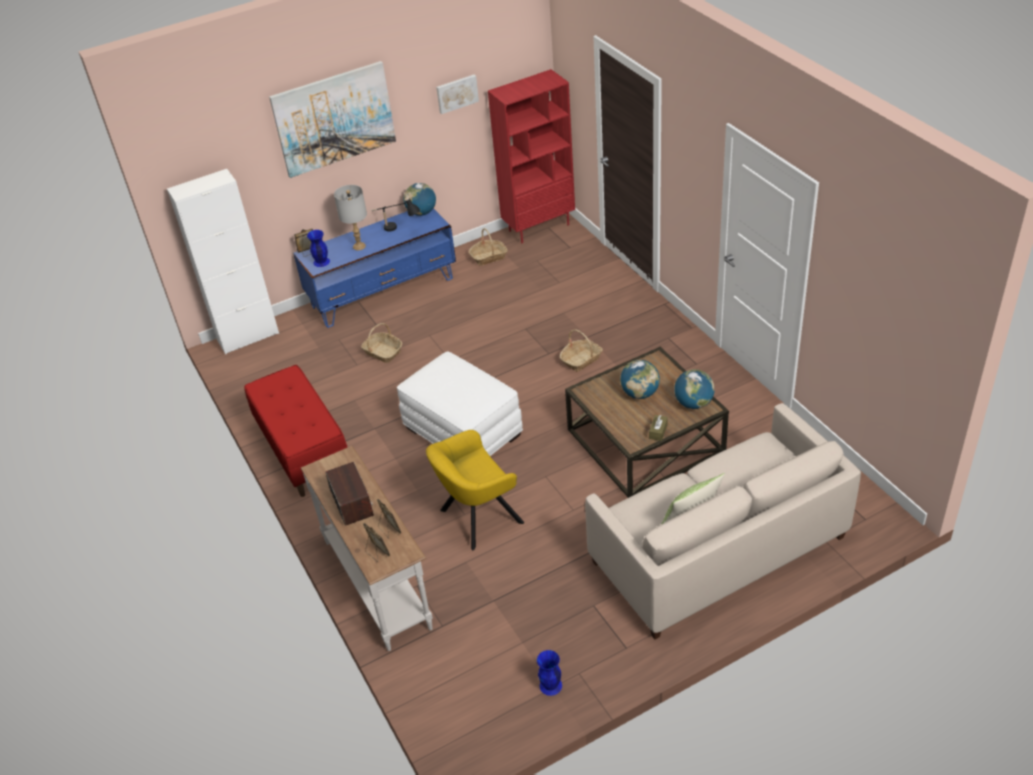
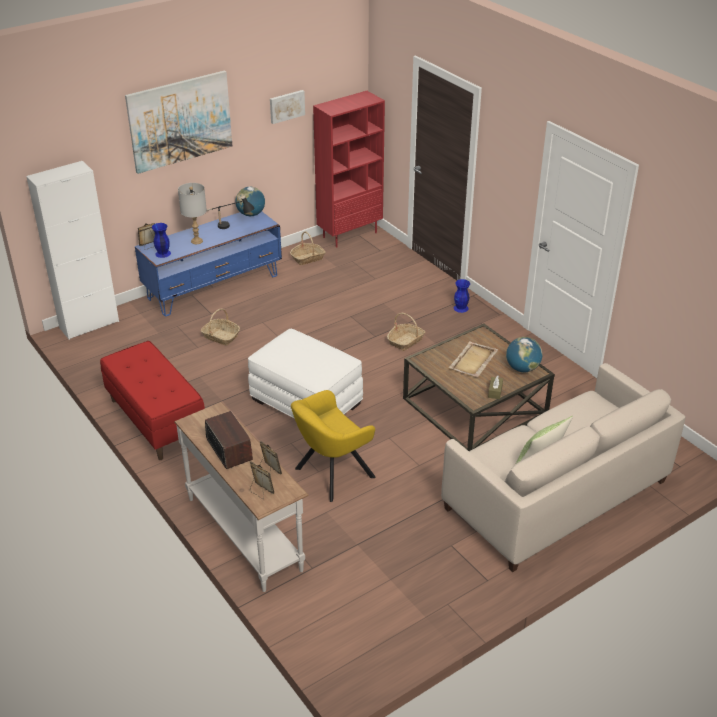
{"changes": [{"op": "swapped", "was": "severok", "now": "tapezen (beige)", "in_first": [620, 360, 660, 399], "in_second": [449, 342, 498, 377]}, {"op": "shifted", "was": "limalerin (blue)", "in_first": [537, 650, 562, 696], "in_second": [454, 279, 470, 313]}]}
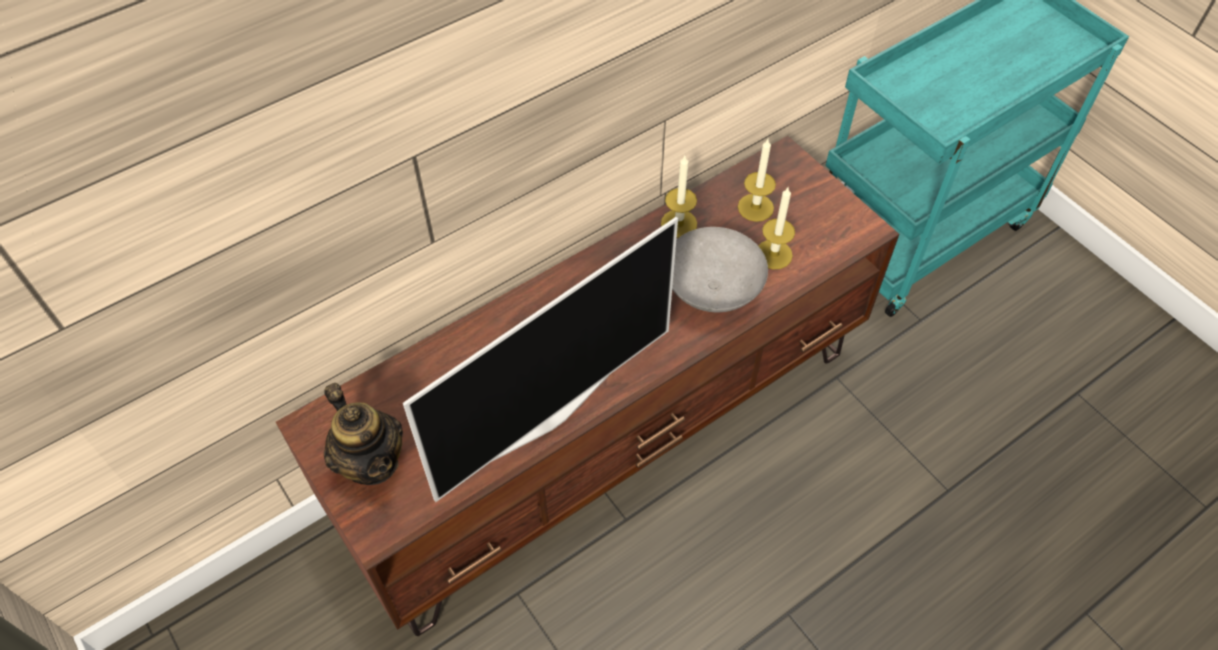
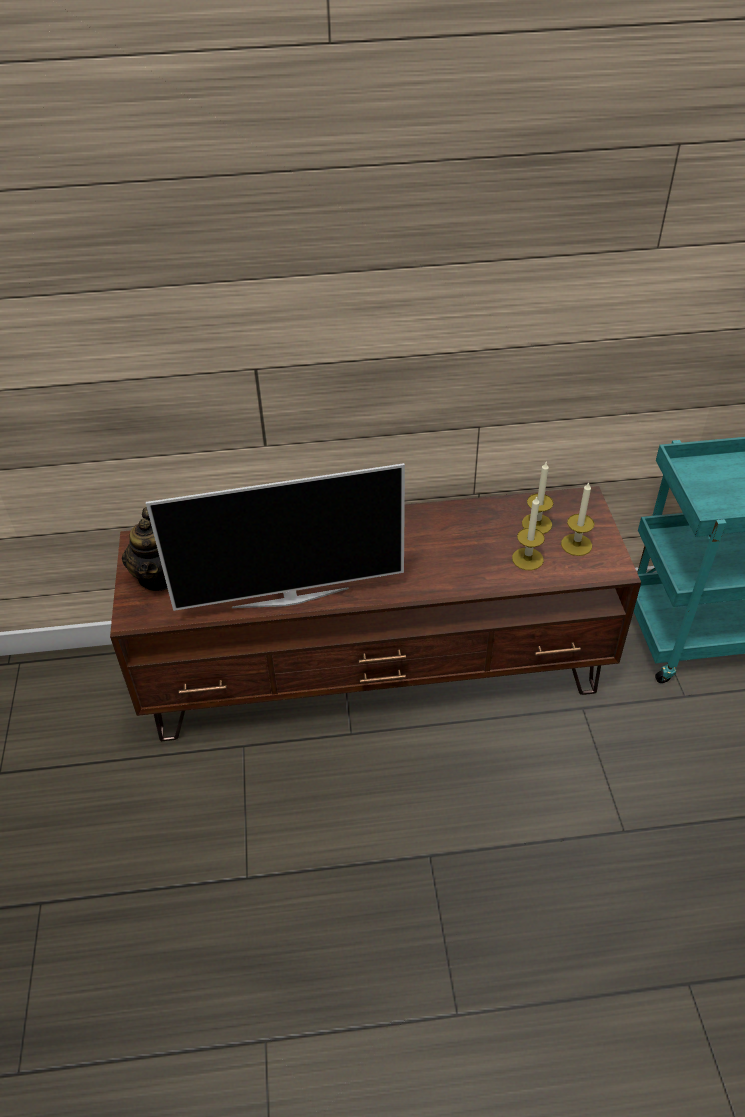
{"changes": [{"op": "shifted", "was": "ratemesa", "in_first": [661, 156, 697, 238], "in_second": [561, 482, 594, 556]}, {"op": "gone", "was": "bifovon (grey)", "in_first": [672, 227, 768, 312]}]}
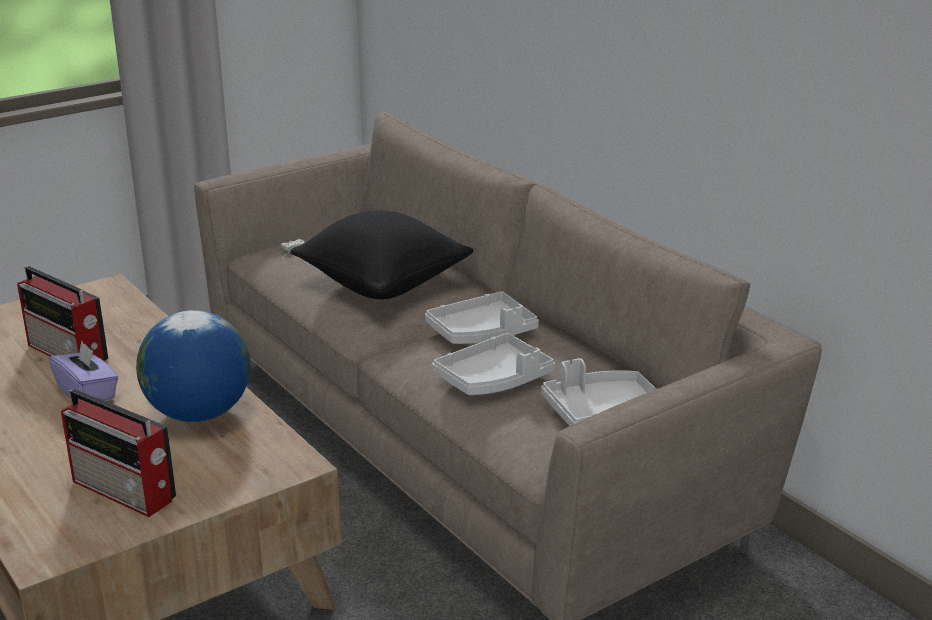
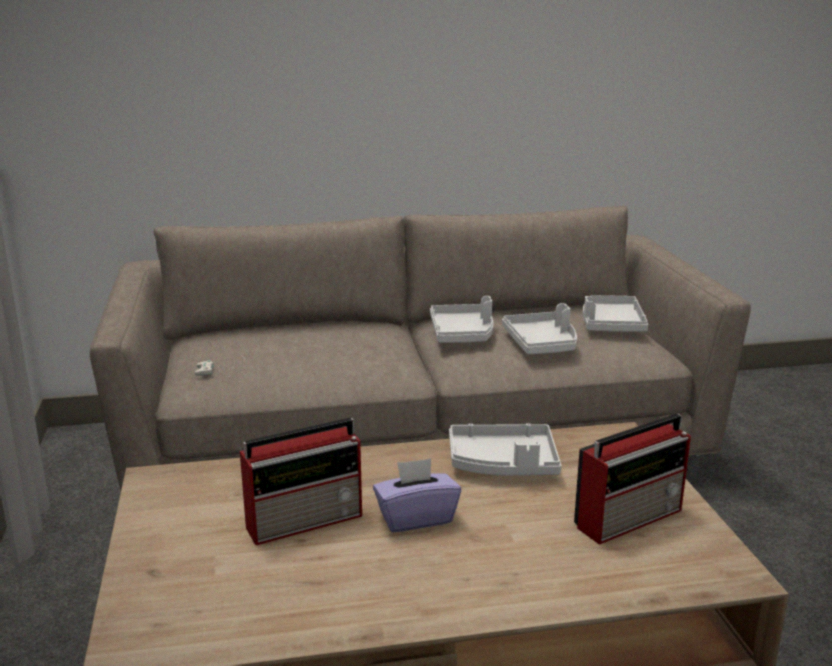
{"changes": [{"op": "gone", "was": "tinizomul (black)", "in_first": [290, 211, 474, 299]}, {"op": "swapped", "was": "severok", "now": "tapezen (grey)", "in_first": [136, 310, 251, 422], "in_second": [449, 424, 561, 476]}]}
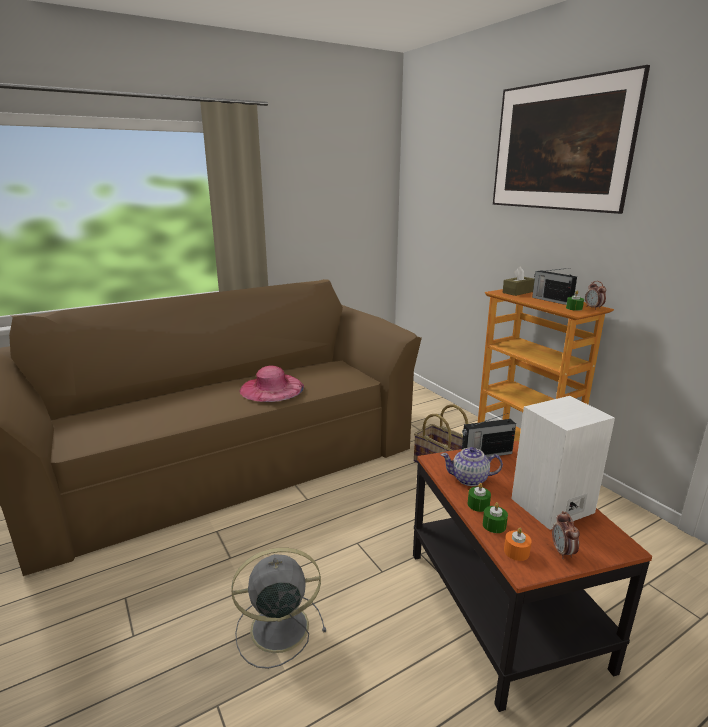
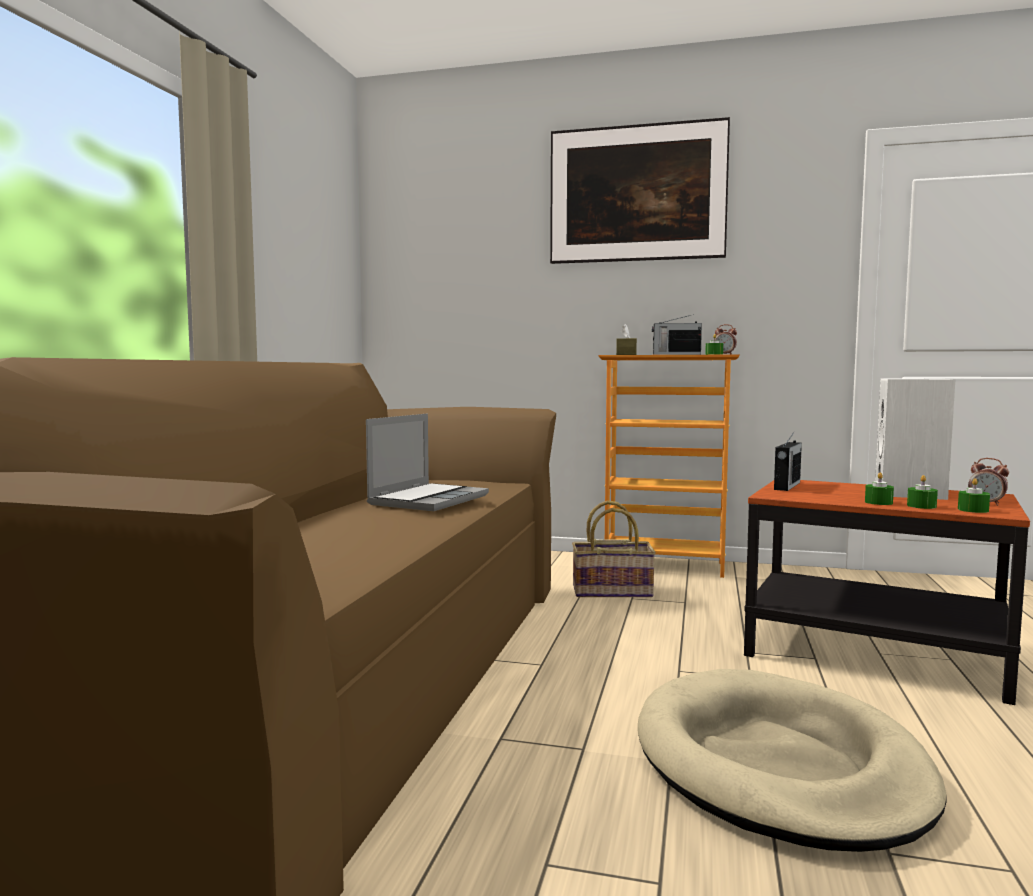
{"changes": [{"op": "swapped", "was": "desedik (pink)", "now": "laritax", "in_first": [239, 365, 304, 402], "in_second": [366, 414, 489, 511]}, {"op": "gone", "was": "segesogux", "in_first": [441, 447, 503, 486]}, {"op": "repainted", "was": "ratemesa (orange)", "now": "ratemesa (green)", "in_first": [504, 528, 532, 561], "in_second": [958, 478, 990, 513]}, {"op": "swapped", "was": "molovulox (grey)", "now": "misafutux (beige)", "in_first": [232, 547, 326, 669], "in_second": [638, 669, 946, 852]}]}
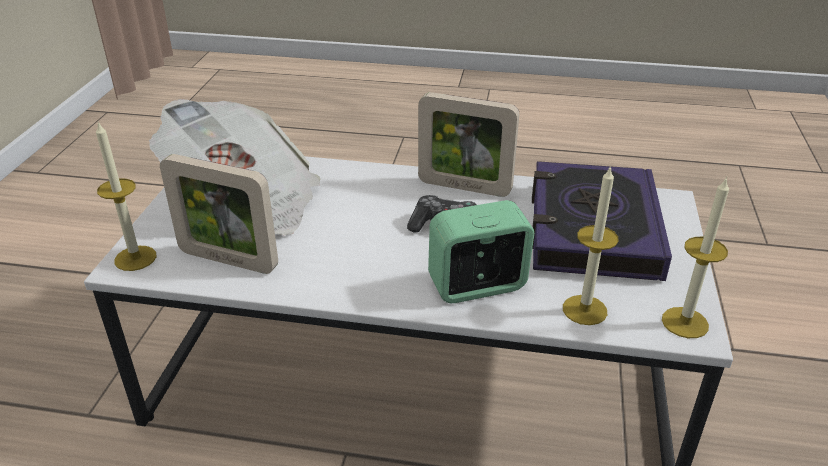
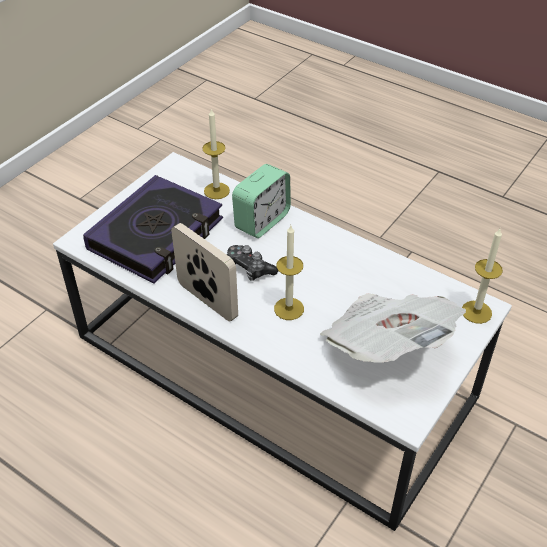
{"changes": [{"op": "gone", "was": "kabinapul", "in_first": [160, 154, 278, 274]}, {"op": "shifted", "was": "ratemesa", "in_first": [662, 177, 729, 338], "in_second": [274, 225, 304, 320]}, {"op": "rotated", "was": "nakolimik", "in_first": [428, 200, 534, 303], "in_second": [232, 164, 291, 238], "clockwise": -60}]}
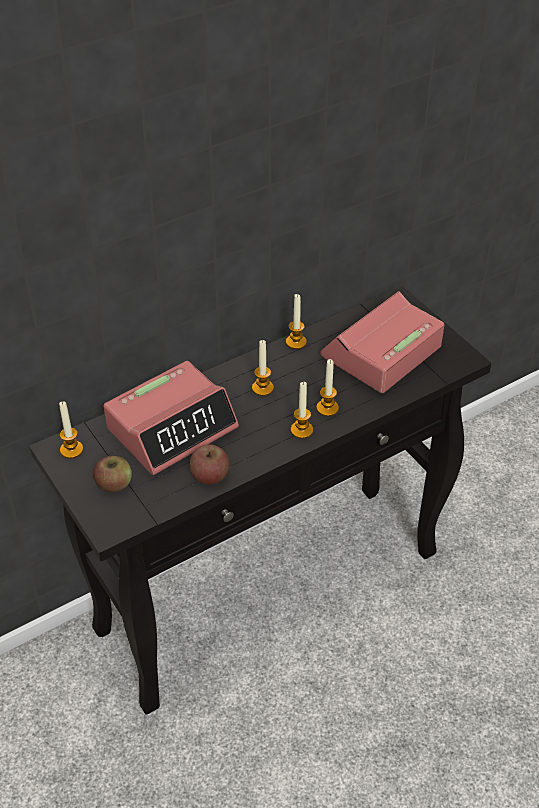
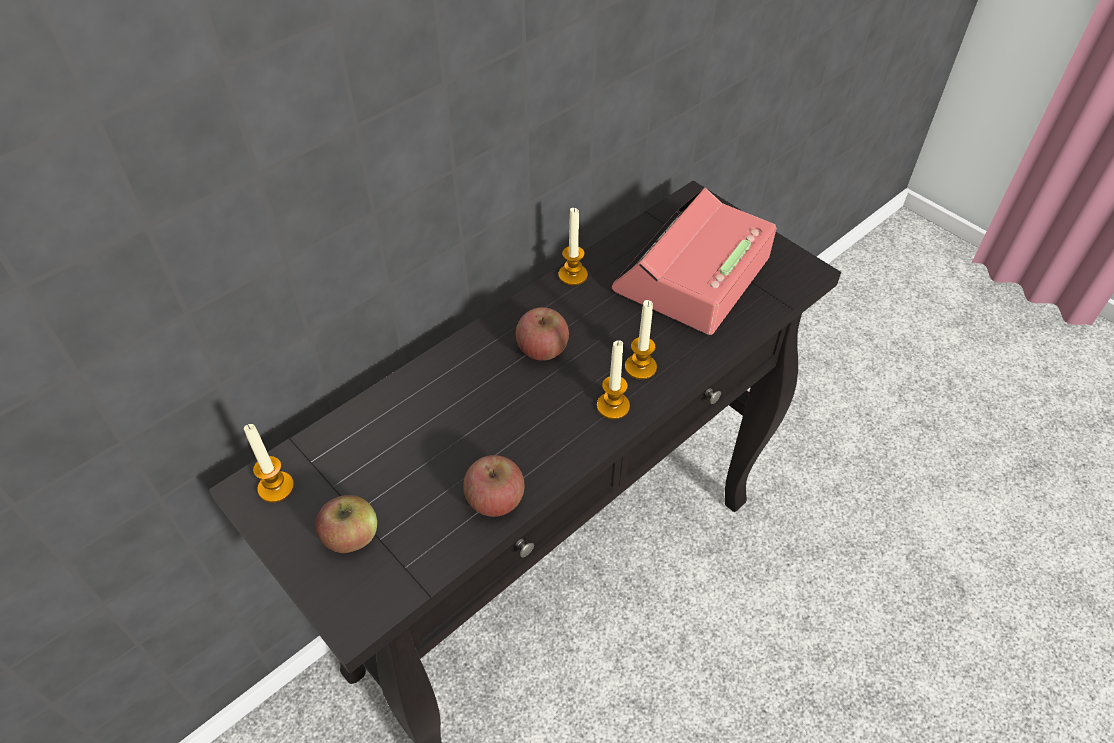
{"changes": [{"op": "swapped", "was": "ratemesa", "now": "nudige", "in_first": [252, 340, 274, 396], "in_second": [516, 307, 569, 361]}, {"op": "gone", "was": "nakolimik", "in_first": [104, 361, 239, 475]}]}
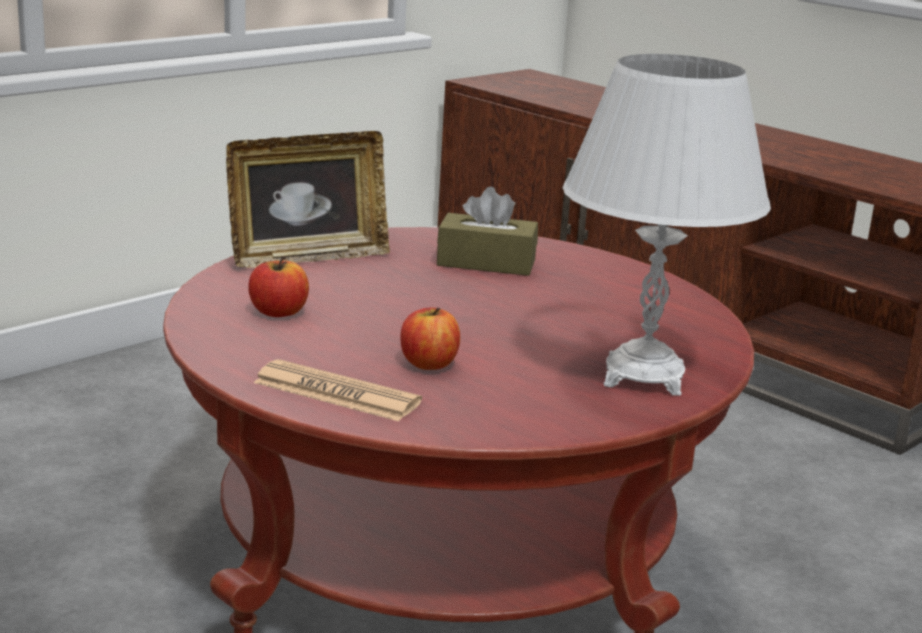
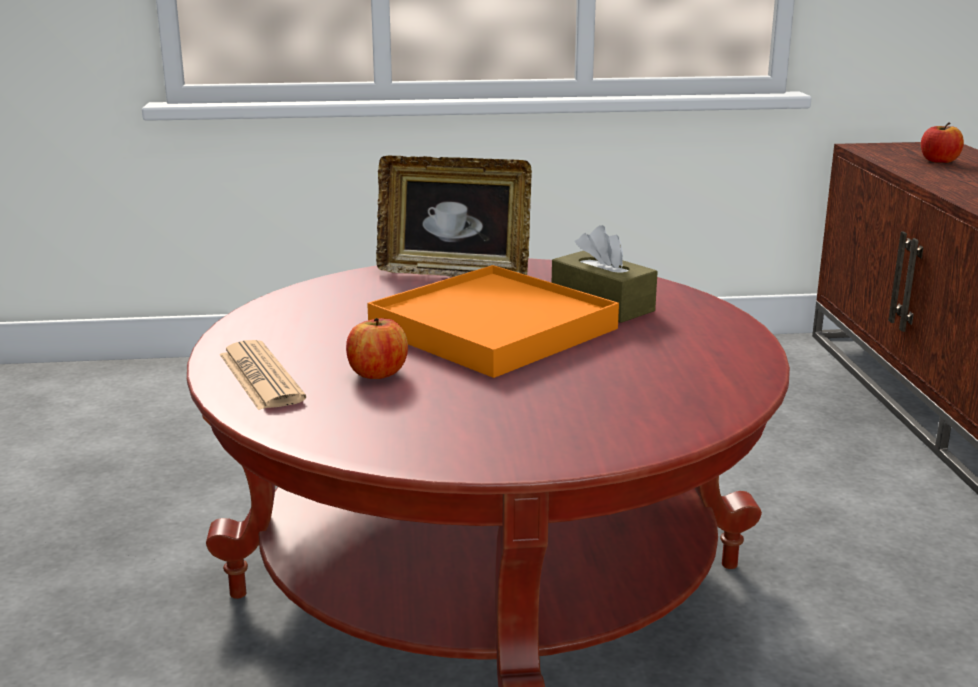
{"changes": [{"op": "gone", "was": "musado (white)", "in_first": [562, 54, 771, 396]}, {"op": "shifted", "was": "nudige", "in_first": [248, 256, 309, 317], "in_second": [921, 122, 964, 163]}, {"op": "new", "now": "tapezen (orange)", "in_second": [367, 265, 619, 378]}]}
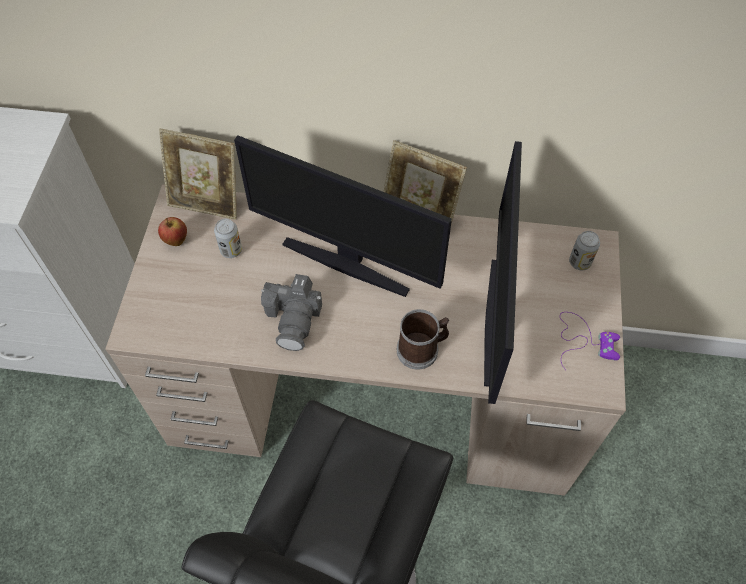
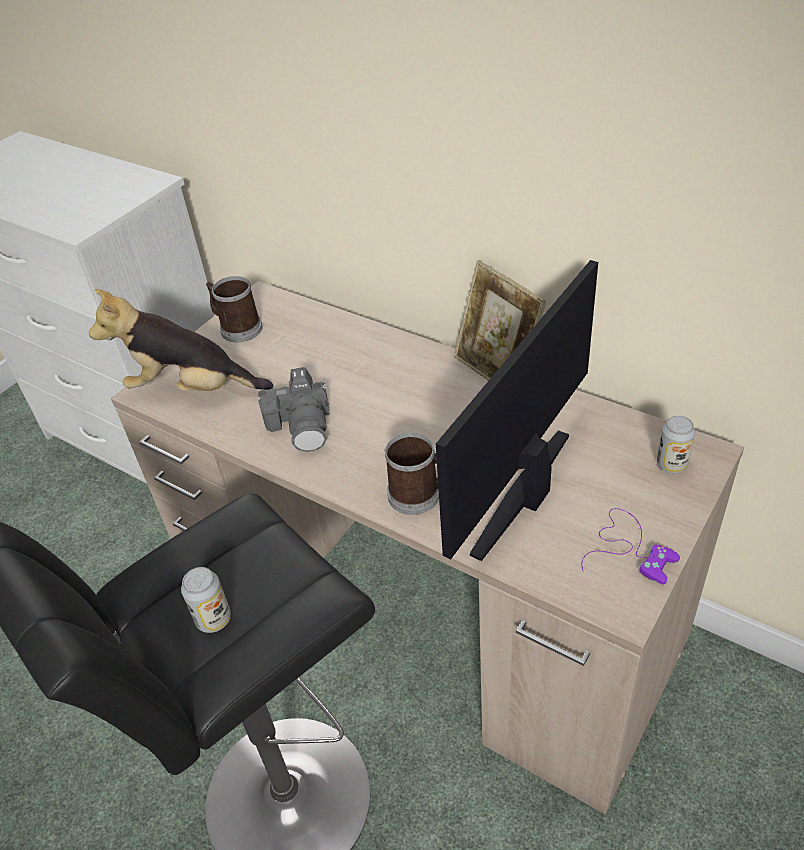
{"changes": [{"op": "gone", "was": "kabinapul", "in_first": [159, 129, 237, 220]}, {"op": "gone", "was": "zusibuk", "in_first": [234, 136, 452, 297]}, {"op": "swapped", "was": "nudige", "now": "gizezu", "in_first": [158, 217, 187, 246], "in_second": [206, 276, 263, 343]}, {"op": "shifted", "was": "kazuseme", "in_first": [214, 219, 242, 258], "in_second": [181, 567, 231, 633]}, {"op": "rotated", "was": "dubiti", "in_first": [261, 274, 322, 351], "in_second": [257, 367, 330, 452], "clockwise": -45}, {"op": "new", "now": "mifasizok", "in_second": [89, 289, 273, 391]}]}
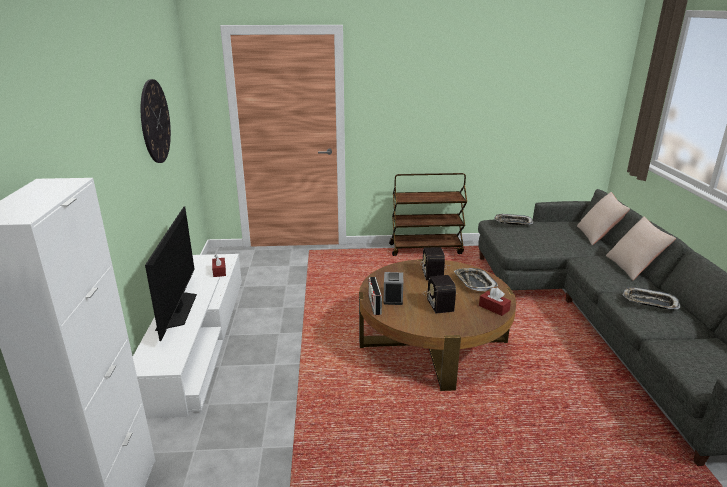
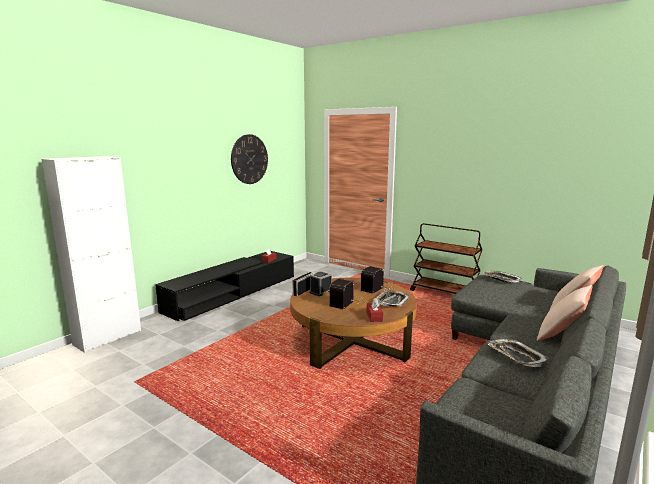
{"changes": [{"op": "gone", "was": "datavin", "in_first": [145, 206, 197, 341]}, {"op": "repainted", "was": "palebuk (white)", "now": "palebuk (black)", "in_first": [133, 254, 242, 419], "in_second": [155, 251, 294, 321]}]}
